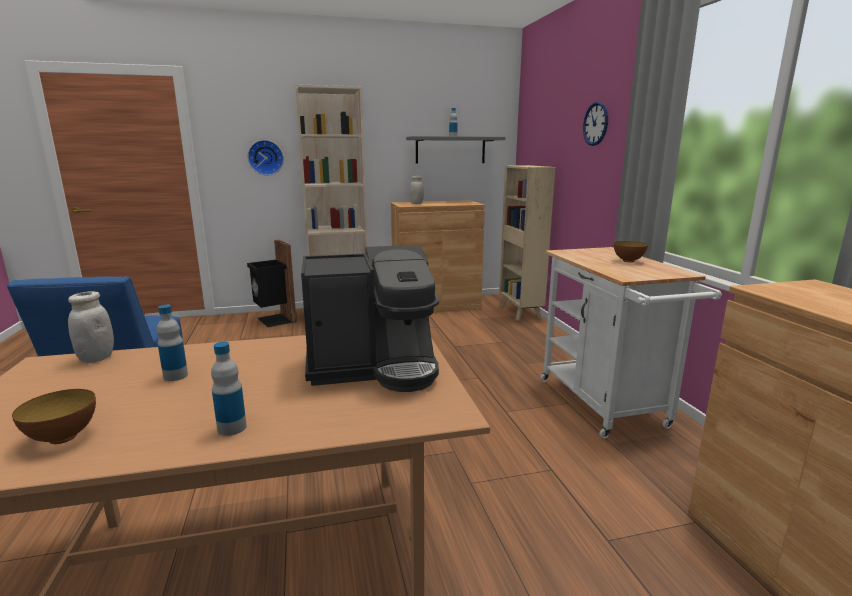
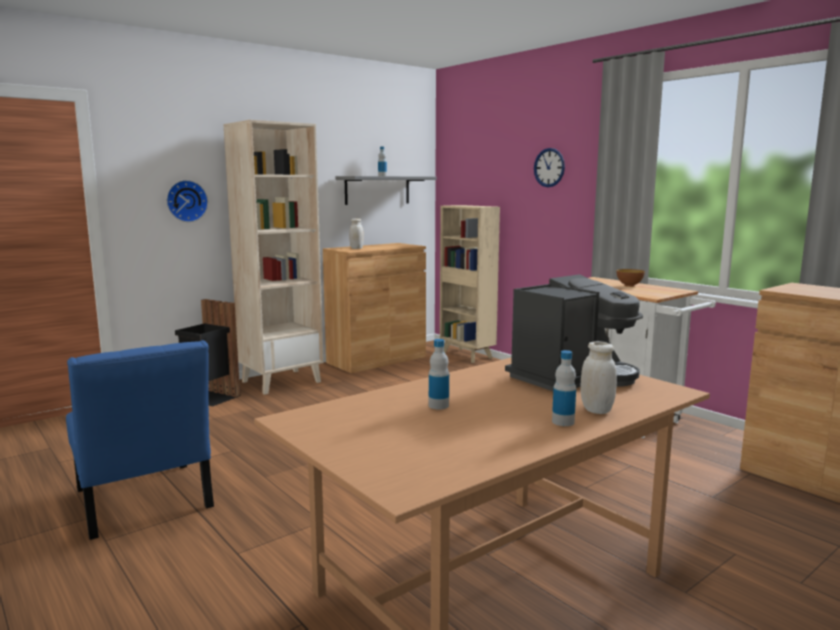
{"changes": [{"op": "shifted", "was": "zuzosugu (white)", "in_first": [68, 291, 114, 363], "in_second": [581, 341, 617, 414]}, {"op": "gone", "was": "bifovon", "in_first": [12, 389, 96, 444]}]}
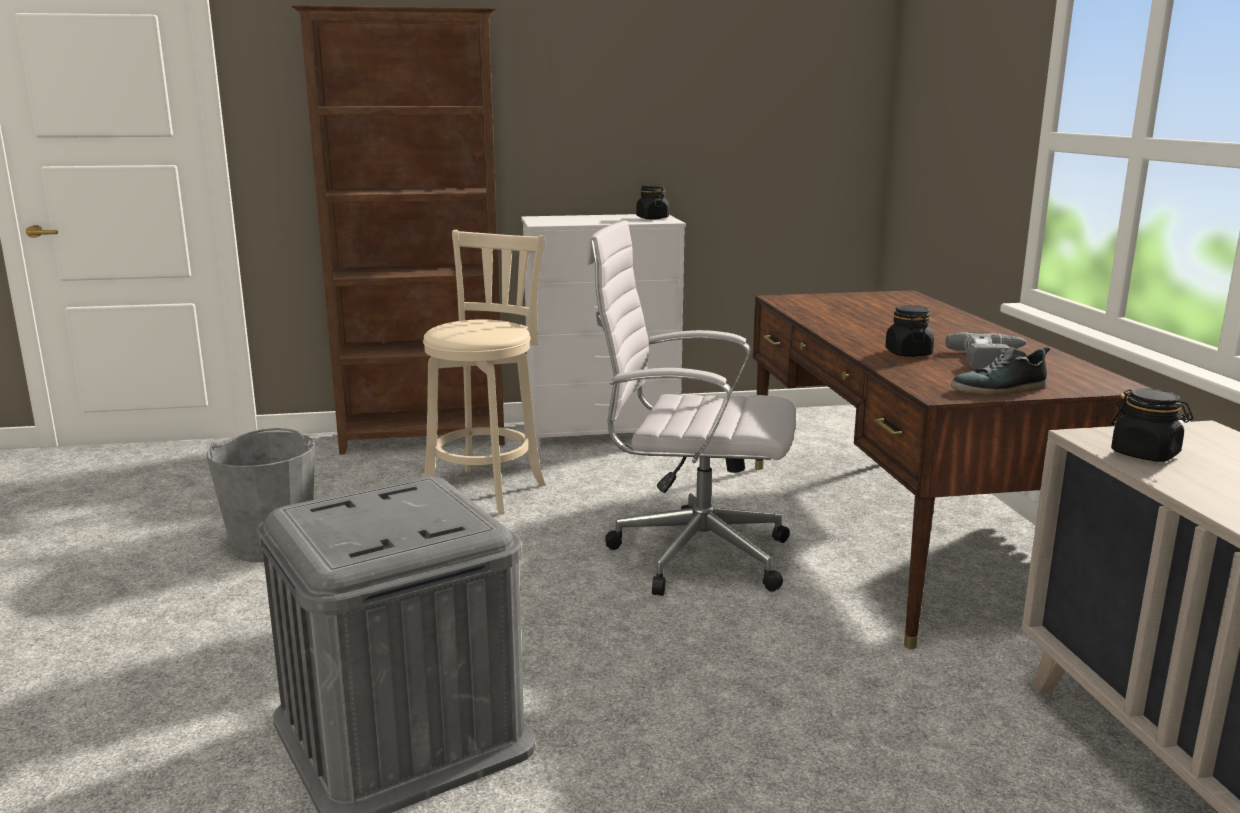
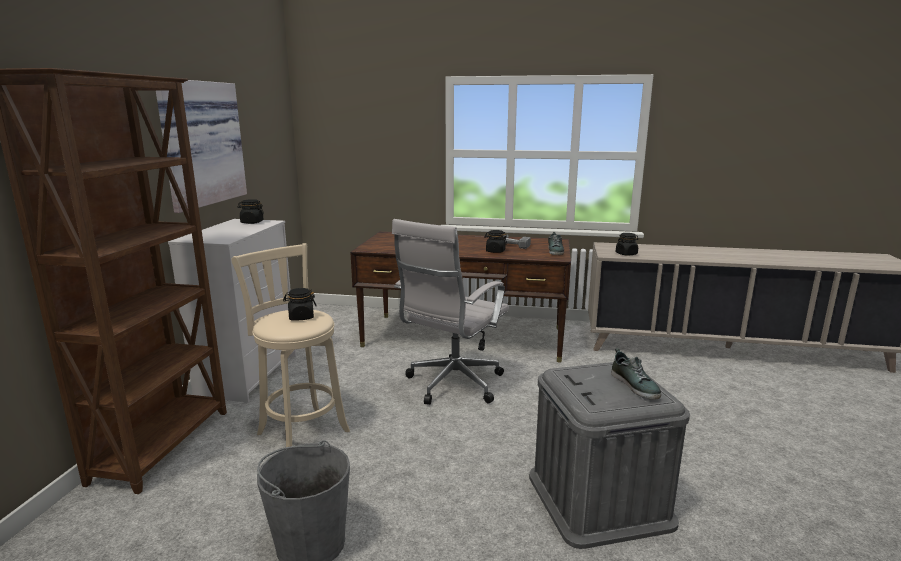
{"changes": [{"op": "new", "now": "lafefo", "in_second": [156, 80, 247, 213]}, {"op": "new", "now": "zuzosugu (black)", "in_second": [283, 288, 317, 321]}, {"op": "new", "now": "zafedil", "in_second": [611, 348, 661, 400]}]}
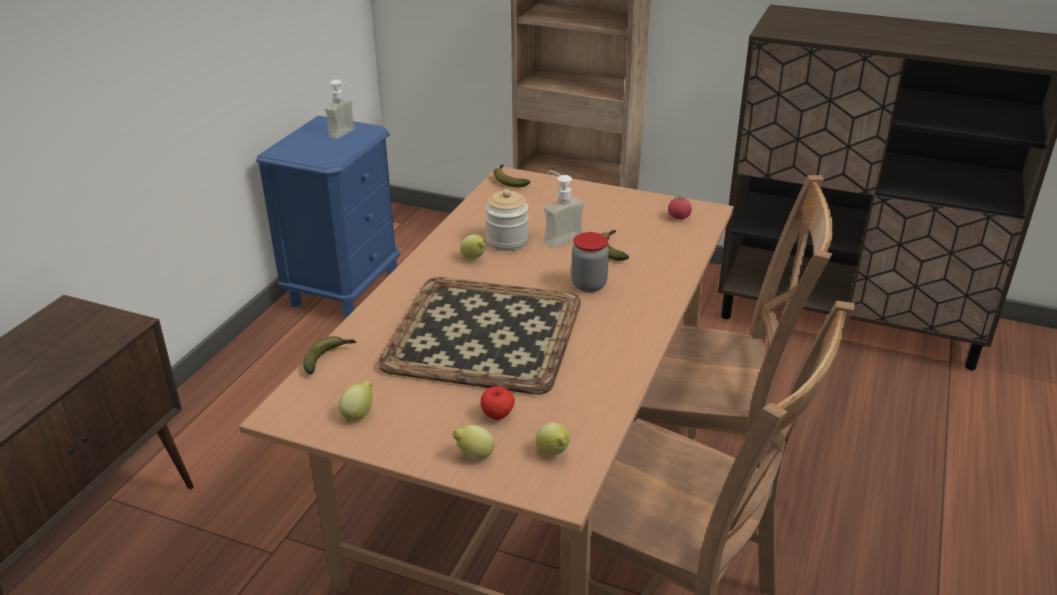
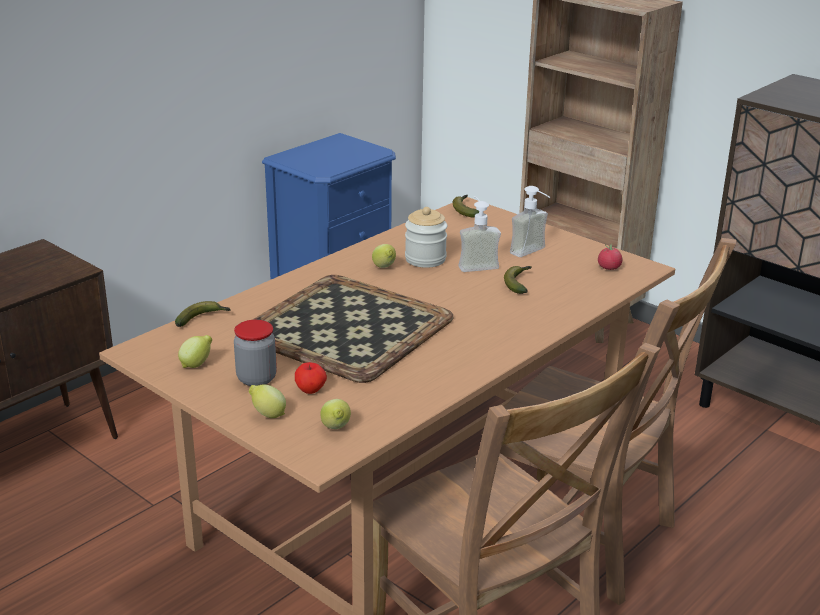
{"changes": [{"op": "shifted", "was": "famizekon", "in_first": [325, 80, 355, 139], "in_second": [510, 186, 550, 257]}, {"op": "shifted", "was": "zuzosugu", "in_first": [571, 232, 609, 292], "in_second": [234, 320, 277, 386]}]}
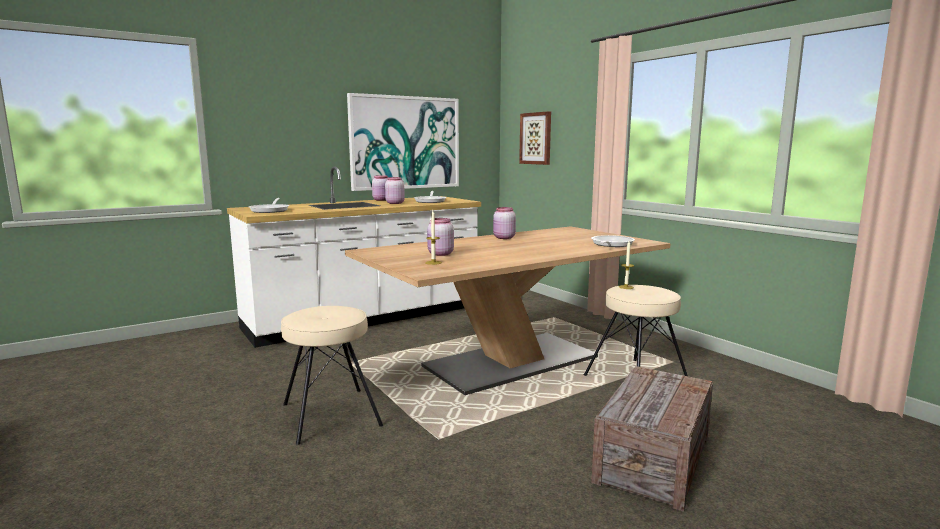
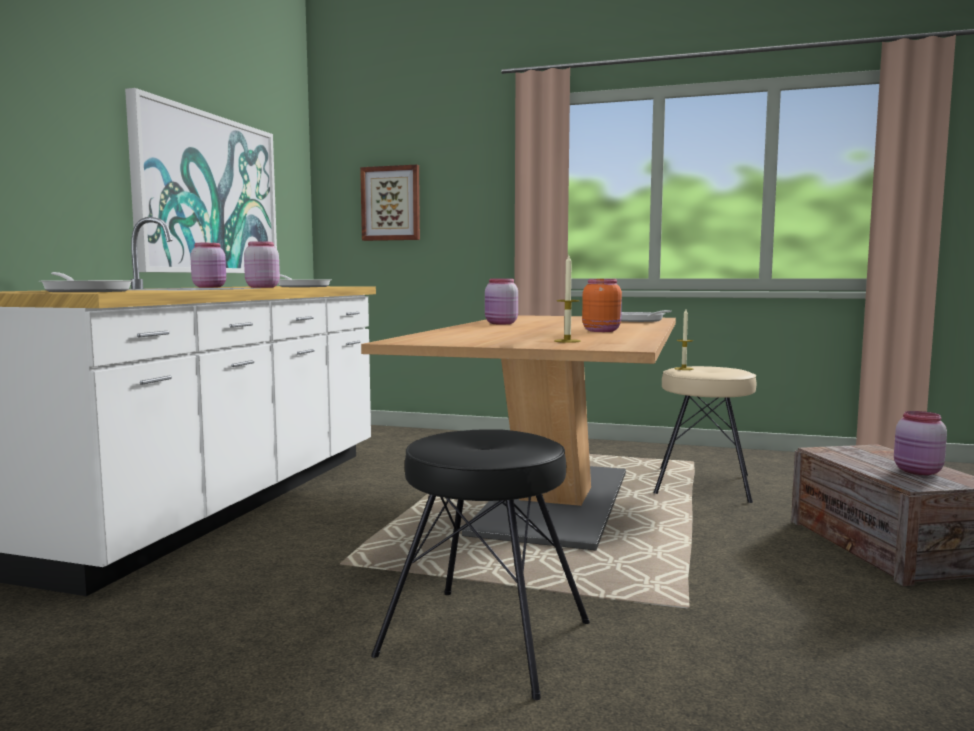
{"changes": [{"op": "shifted", "was": "zuzosugu (pink)", "in_first": [427, 218, 454, 256], "in_second": [894, 411, 947, 475]}, {"op": "repainted", "was": "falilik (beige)", "now": "falilik (black)", "in_first": [281, 306, 383, 445], "in_second": [371, 429, 590, 700]}, {"op": "new", "now": "zuzosugu (orange)", "in_second": [582, 279, 622, 332]}]}
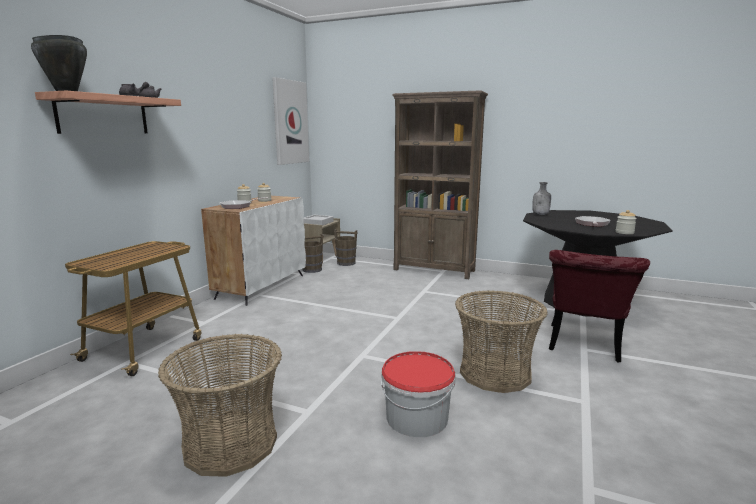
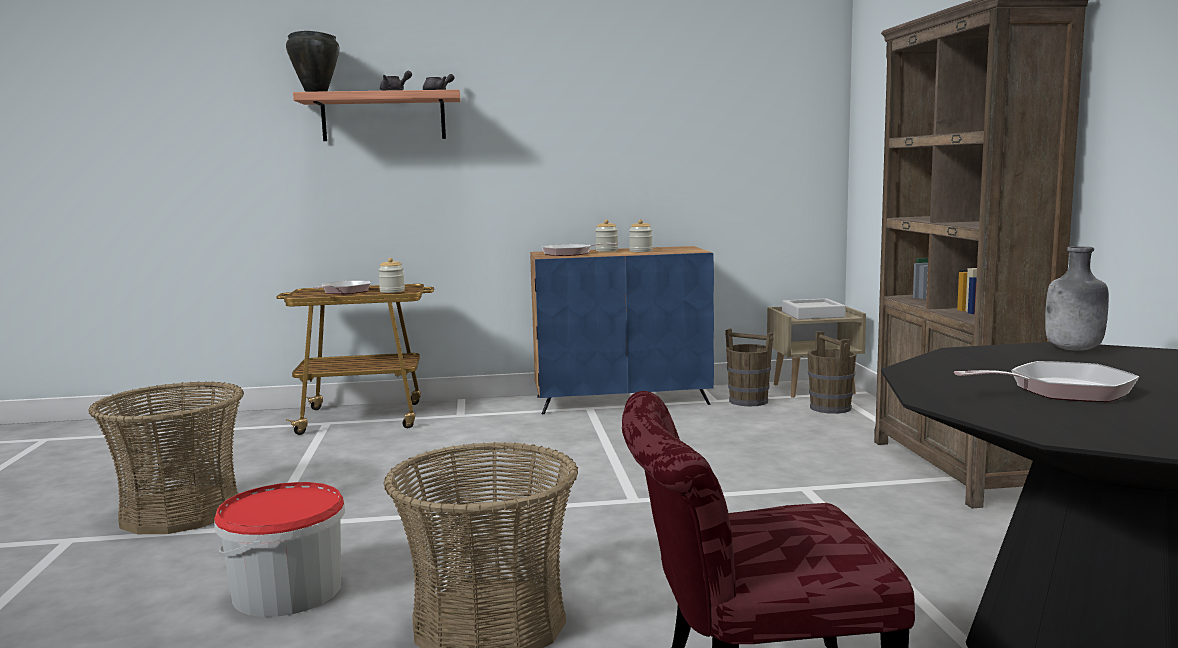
{"changes": [{"op": "gone", "was": "lafefo", "in_first": [272, 77, 309, 165]}, {"op": "repainted", "was": "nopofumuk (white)", "now": "nopofumuk (blue)", "in_first": [201, 196, 306, 306], "in_second": [530, 246, 714, 414]}, {"op": "shifted", "was": "zuzosugu", "in_first": [616, 210, 637, 234], "in_second": [378, 258, 405, 293]}, {"op": "new", "now": "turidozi", "in_second": [314, 280, 371, 294]}]}
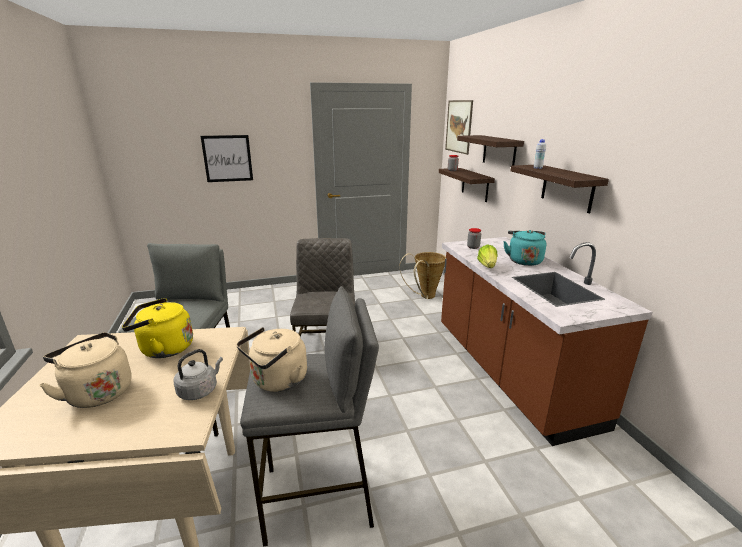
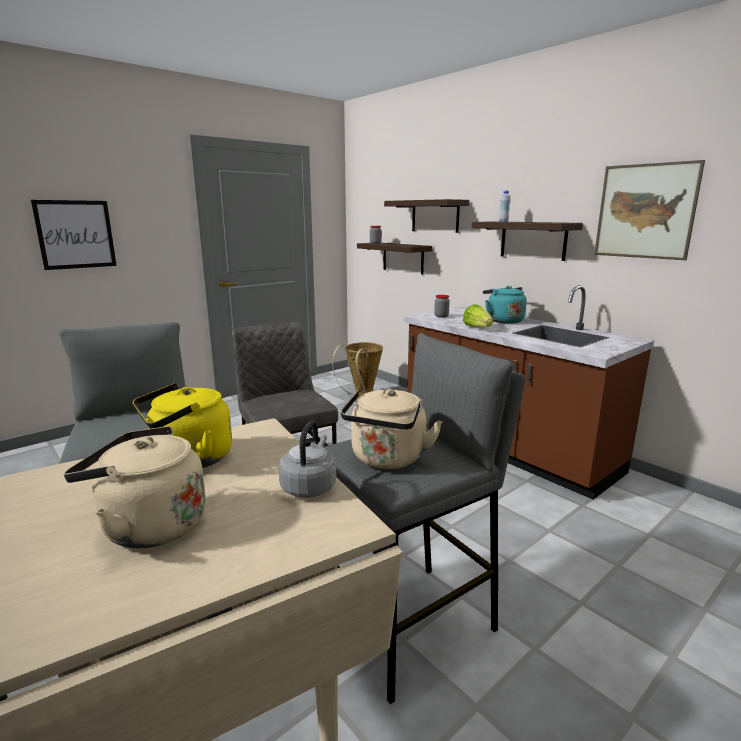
{"changes": [{"op": "shifted", "was": "lafefo", "in_first": [445, 100, 473, 155], "in_second": [594, 160, 705, 260]}]}
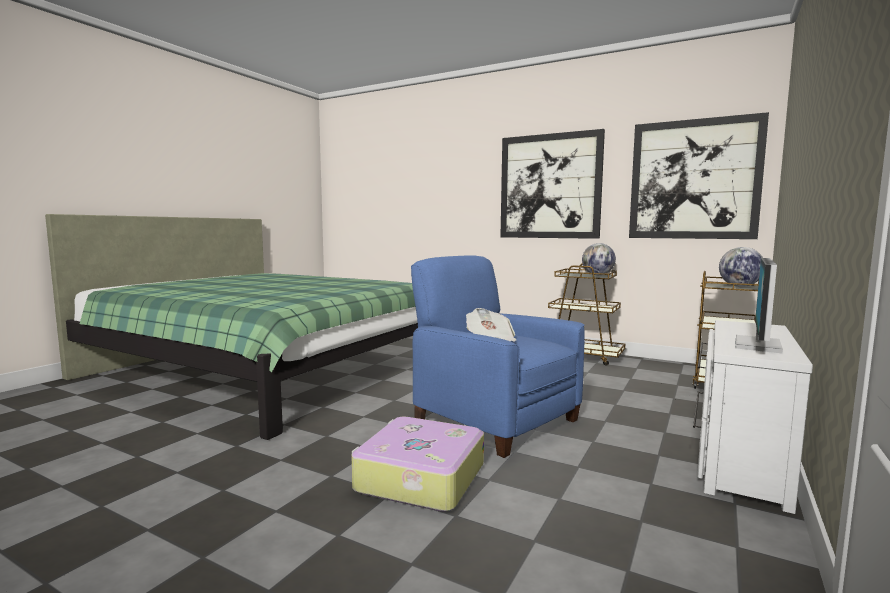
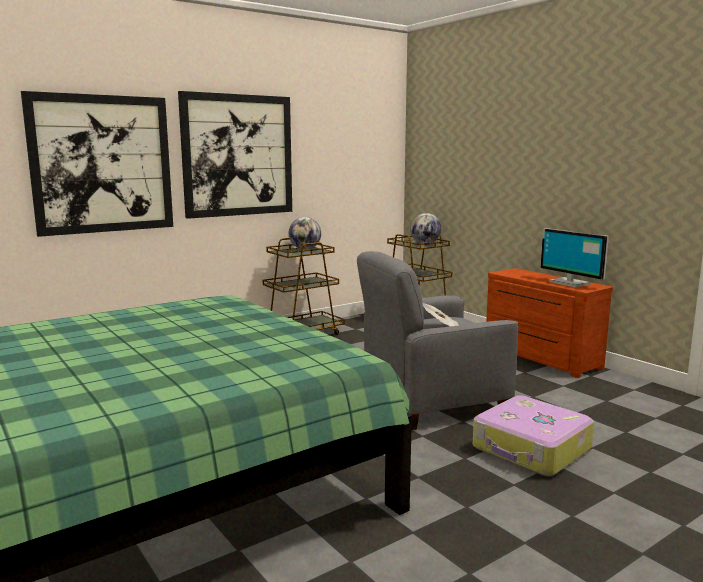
{"changes": [{"op": "shifted", "was": "lafefo", "in_first": [629, 112, 769, 239], "in_second": [21, 91, 173, 237]}, {"op": "repainted", "was": "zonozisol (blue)", "now": "zonozisol (grey)", "in_first": [411, 255, 585, 458], "in_second": [357, 251, 518, 430]}, {"op": "repainted", "was": "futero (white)", "now": "futero (brown)", "in_first": [693, 320, 813, 514], "in_second": [486, 268, 613, 378]}]}
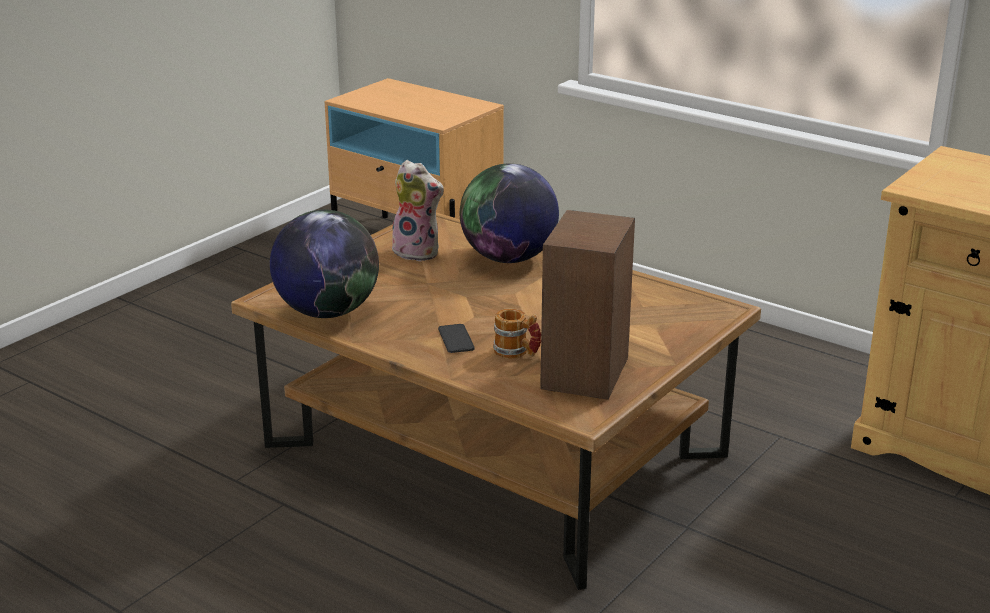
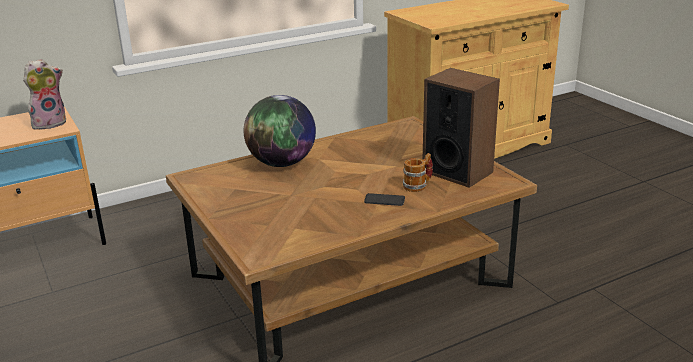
{"changes": [{"op": "shifted", "was": "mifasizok", "in_first": [392, 160, 444, 261], "in_second": [23, 59, 66, 130]}, {"op": "gone", "was": "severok", "in_first": [270, 210, 379, 318]}]}
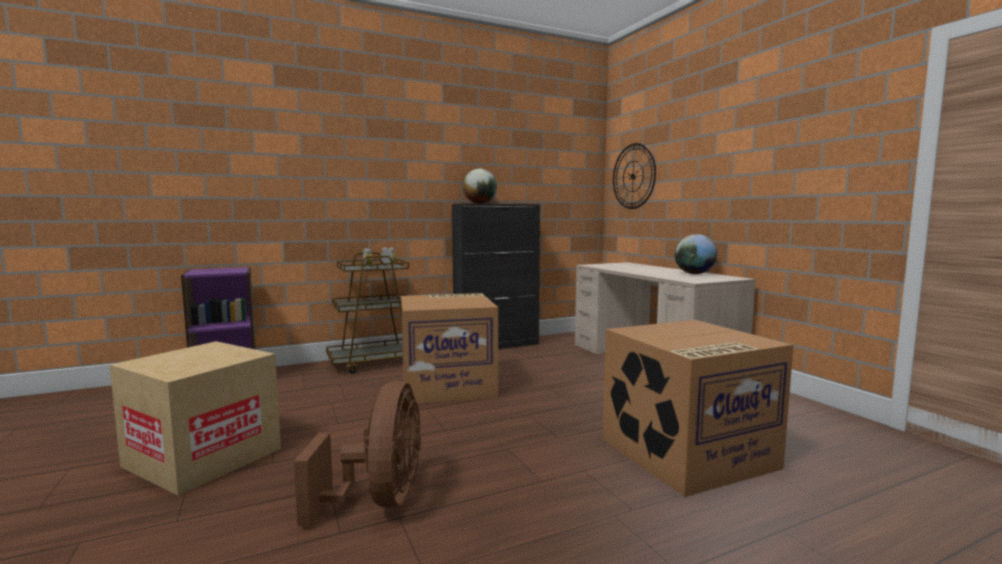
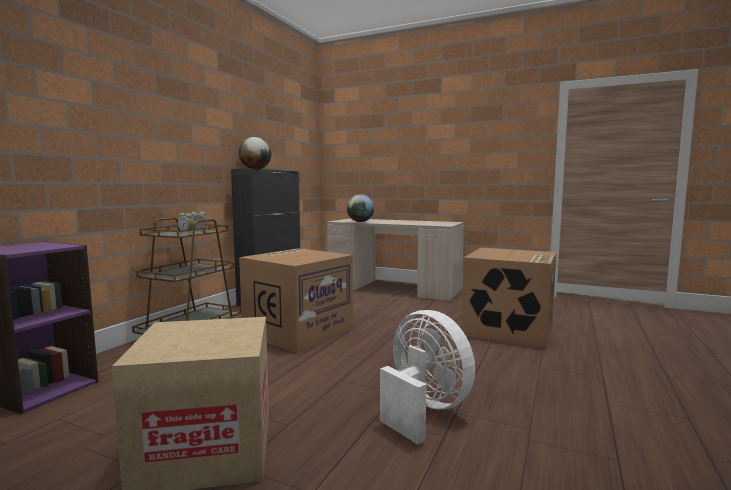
{"changes": [{"op": "gone", "was": "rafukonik", "in_first": [613, 143, 656, 209]}, {"op": "shifted", "was": "severok", "in_first": [675, 234, 717, 274], "in_second": [347, 194, 374, 222]}, {"op": "repainted", "was": "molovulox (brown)", "now": "molovulox (white)", "in_first": [294, 381, 421, 526], "in_second": [380, 310, 475, 445]}]}
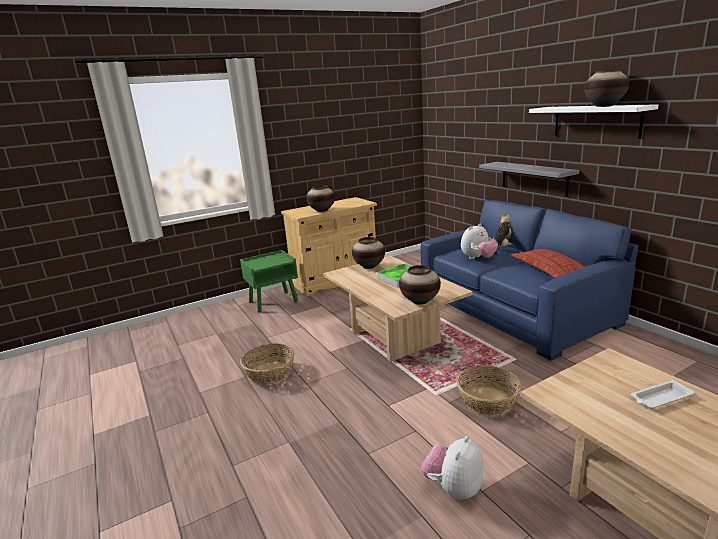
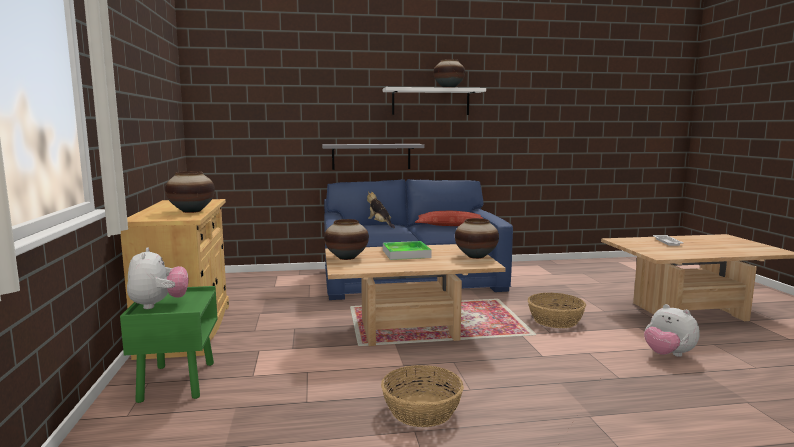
{"changes": [{"op": "shifted", "was": "mifasizok", "in_first": [461, 224, 498, 259], "in_second": [127, 247, 188, 309]}]}
